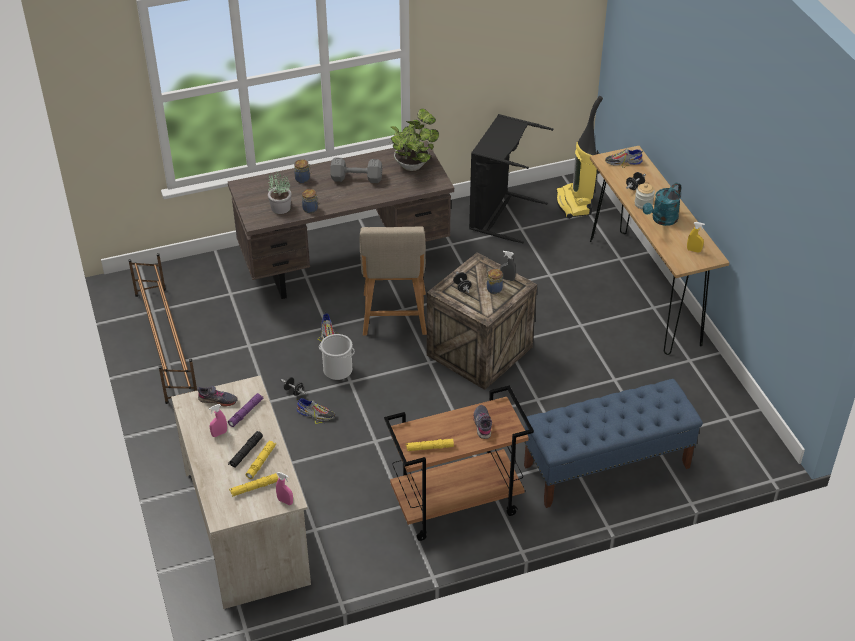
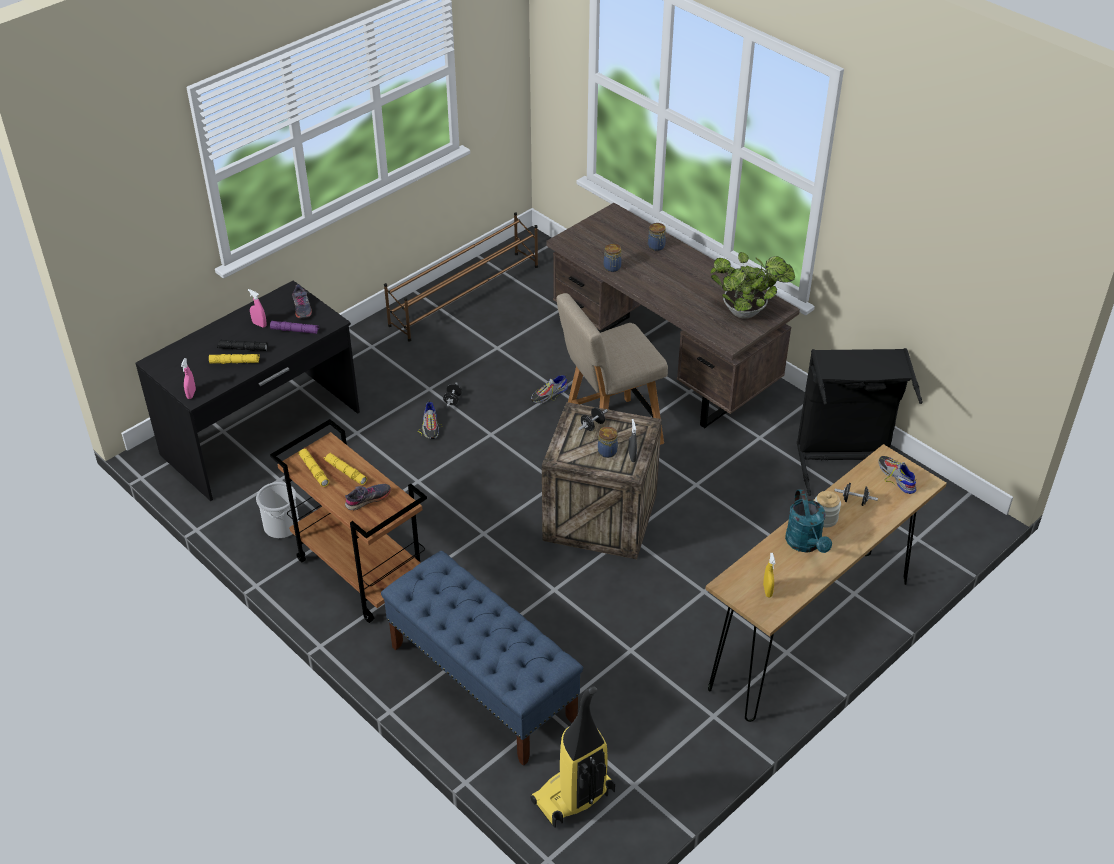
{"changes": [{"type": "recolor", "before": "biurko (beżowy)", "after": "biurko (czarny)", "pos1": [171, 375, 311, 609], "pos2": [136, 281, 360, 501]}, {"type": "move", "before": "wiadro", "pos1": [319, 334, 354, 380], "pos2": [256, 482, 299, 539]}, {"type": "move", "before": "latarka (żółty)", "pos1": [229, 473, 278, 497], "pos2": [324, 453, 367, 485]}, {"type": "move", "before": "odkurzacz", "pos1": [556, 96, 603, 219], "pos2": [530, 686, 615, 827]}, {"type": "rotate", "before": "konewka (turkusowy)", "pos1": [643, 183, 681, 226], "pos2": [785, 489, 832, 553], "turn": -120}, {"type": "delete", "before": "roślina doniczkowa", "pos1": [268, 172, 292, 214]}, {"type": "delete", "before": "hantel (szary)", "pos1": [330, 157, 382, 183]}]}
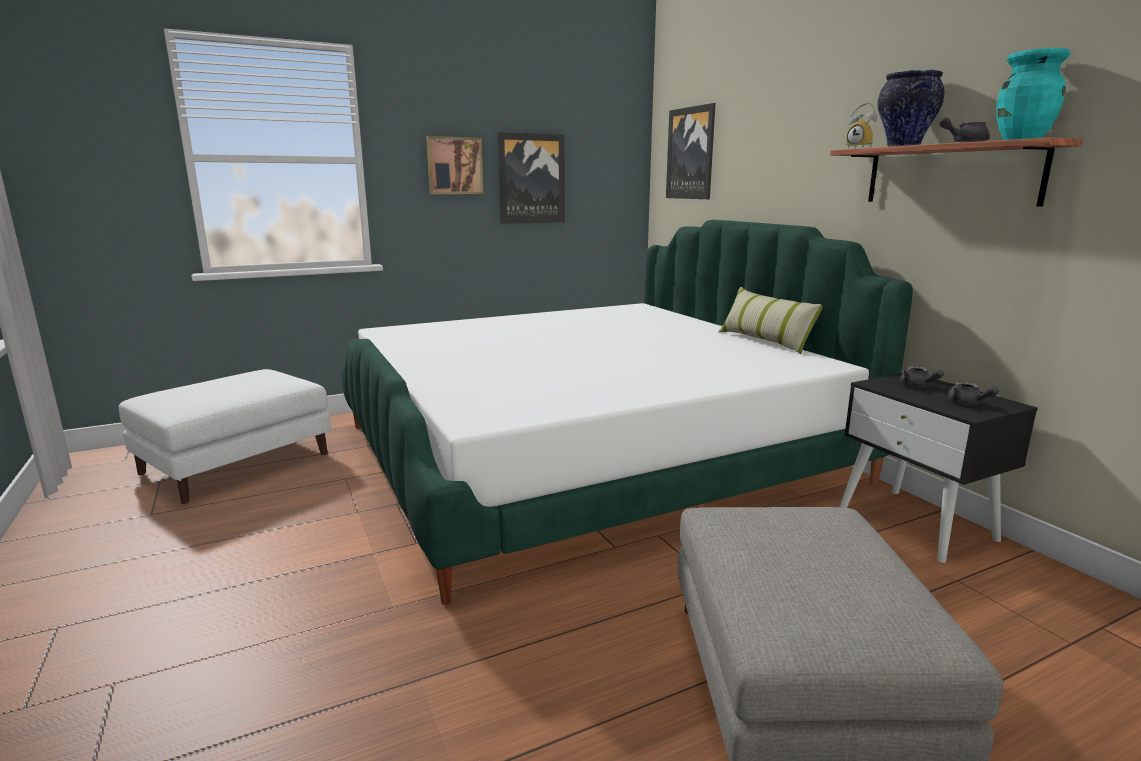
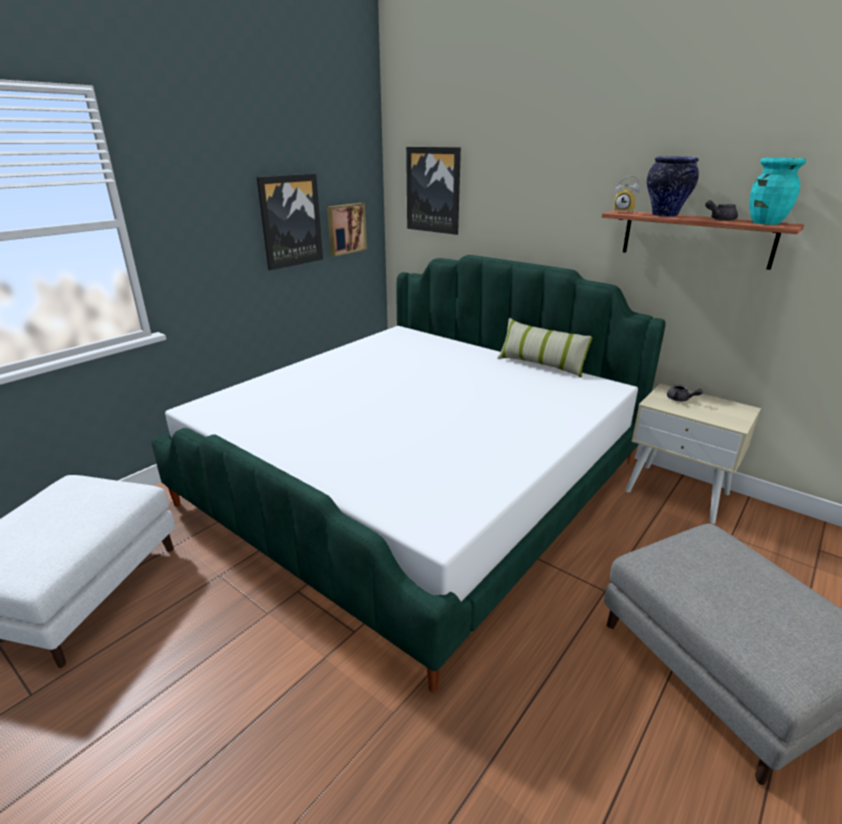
{"changes": [{"type": "move", "before": "obraz", "pos1": [426, 136, 483, 194], "pos2": [327, 203, 367, 256]}, {"type": "recolor", "before": "szafka nocna (czarny)", "after": "szafka nocna (beżowy)", "pos1": [840, 373, 1038, 563], "pos2": [625, 383, 761, 524]}, {"type": "delete", "before": "imbryk (szary)", "pos1": [947, 382, 999, 405]}]}
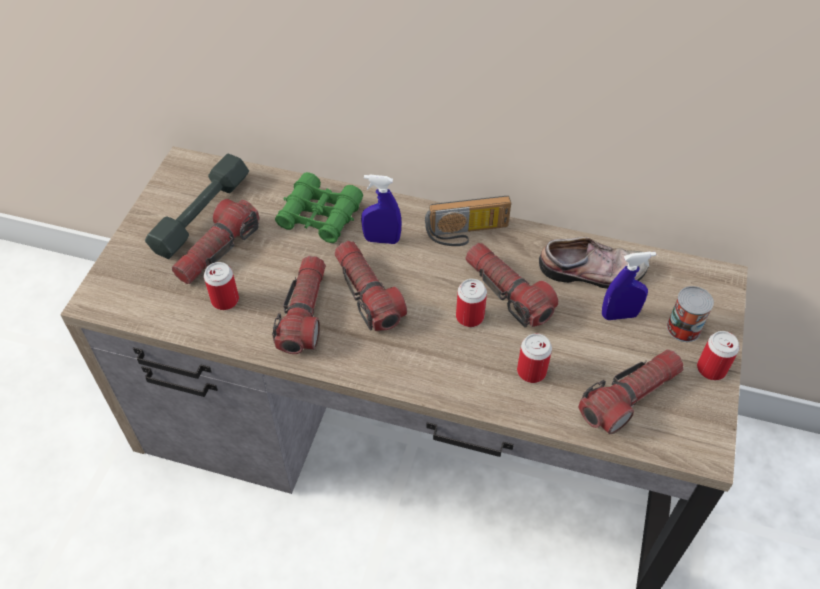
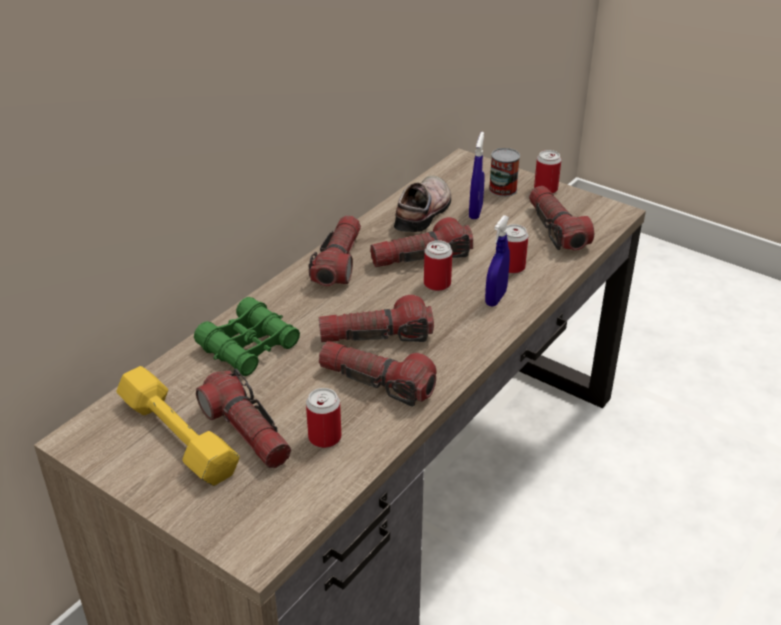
{"changes": [{"type": "recolor", "before": "hantel (szary)", "after": "hantel (żółty)", "pos1": [145, 153, 249, 259], "pos2": [116, 366, 240, 486]}, {"type": "replace", "before": "radio", "after": "latarka", "pos1": [425, 196, 511, 246], "pos2": [309, 215, 361, 286]}, {"type": "move", "before": "spryskiwacz (niebieski)", "pos1": [361, 174, 401, 244], "pos2": [485, 215, 510, 306]}]}
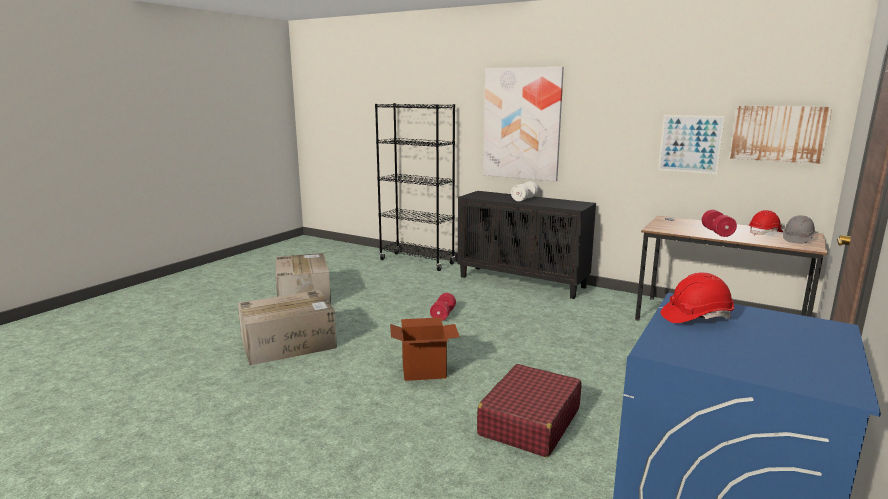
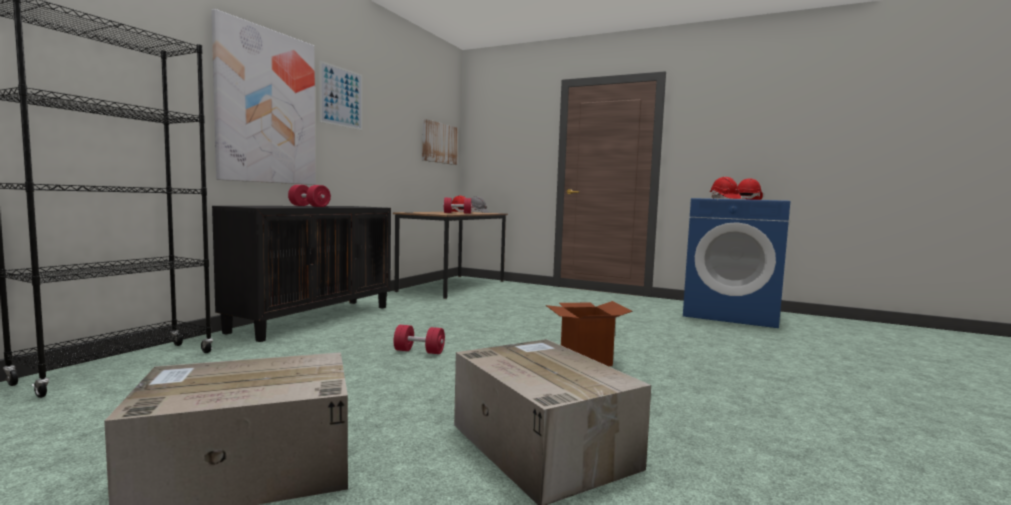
{"changes": [{"type": "recolor", "before": "hantel (biały)", "after": "hantel (czerwony)", "pos1": [511, 181, 538, 201], "pos2": [288, 185, 331, 207]}, {"type": "move", "before": "obraz", "pos1": [658, 115, 725, 174], "pos2": [319, 61, 362, 130]}, {"type": "insert", "after": "kask (czerwony)", "pos2": [738, 178, 763, 200]}, {"type": "delete", "before": "walizka (czerwony)", "pos1": [477, 364, 581, 457]}]}
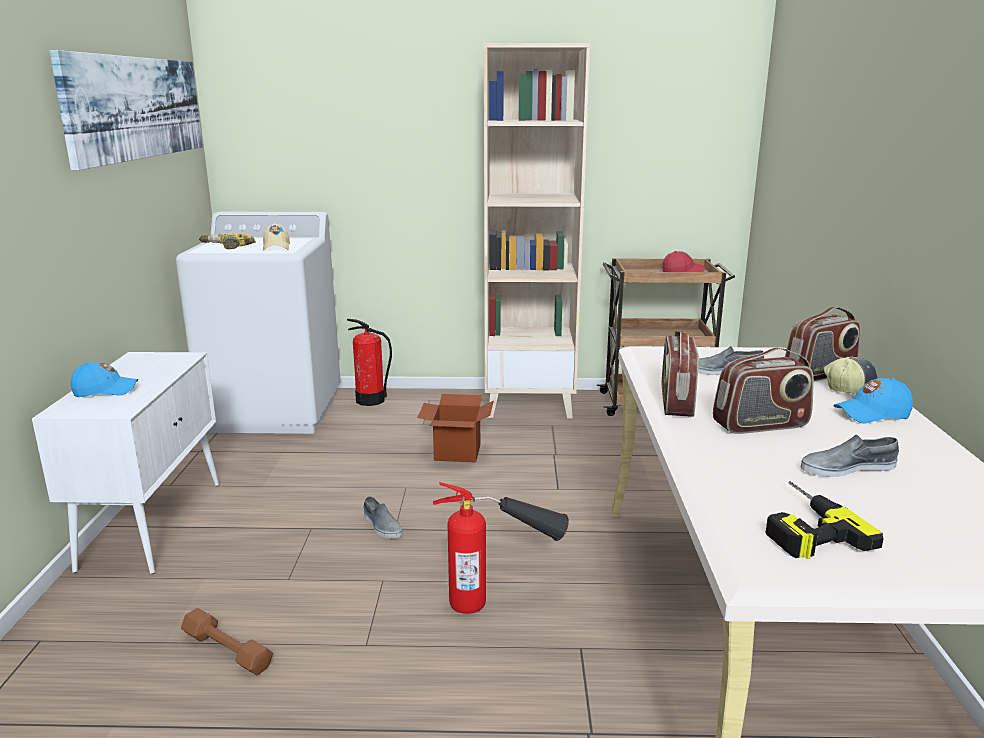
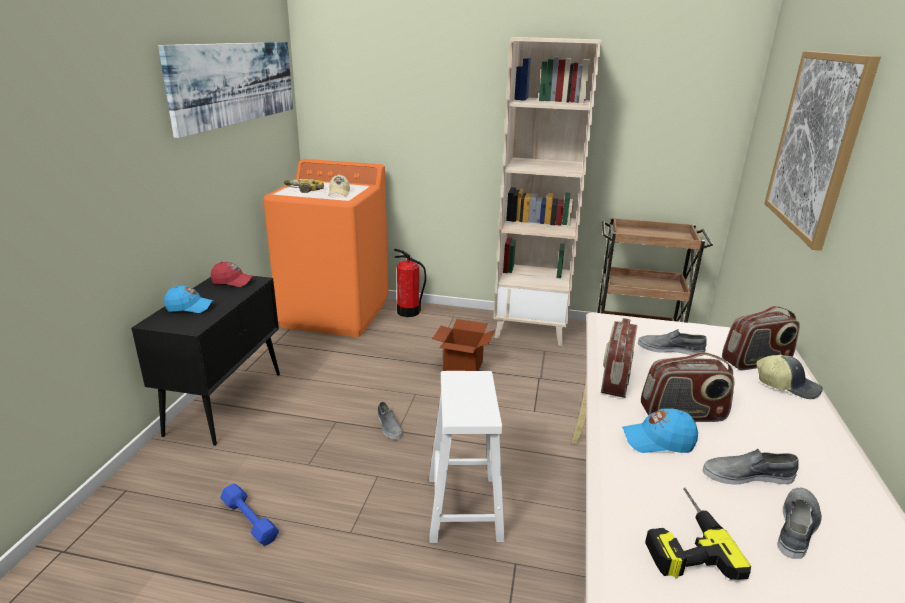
{"changes": [{"type": "recolor", "before": "szafka (biały)", "after": "szafka (czarny)", "pos1": [32, 352, 219, 574], "pos2": [131, 275, 280, 446]}, {"type": "move", "before": "czapka z daszkiem (czerwony)", "pos1": [662, 251, 705, 272], "pos2": [211, 262, 254, 287]}, {"type": "recolor", "before": "hantel (brązowy)", "after": "hantel (niebieski)", "pos1": [181, 608, 273, 675], "pos2": [220, 484, 279, 546]}, {"type": "recolor", "before": "pralka (biały)", "after": "pralka (pomarańczowy)", "pos1": [176, 212, 341, 434], "pos2": [263, 159, 389, 337]}, {"type": "replace", "before": "gaśnica", "after": "stołek (biały)", "pos1": [433, 482, 569, 614], "pos2": [429, 371, 505, 543]}, {"type": "move", "before": "czapka z daszkiem (niebieski)", "pos1": [833, 378, 913, 423], "pos2": [622, 408, 698, 453]}, {"type": "insert", "after": "obraz", "pos2": [764, 51, 881, 251]}, {"type": "insert", "after": "but (szary)", "pos2": [777, 488, 822, 559]}]}
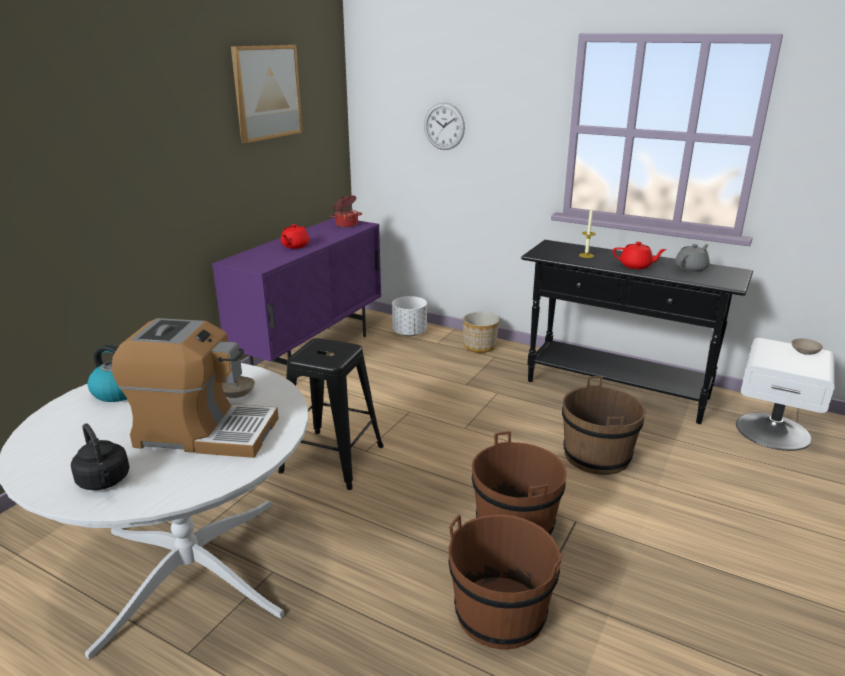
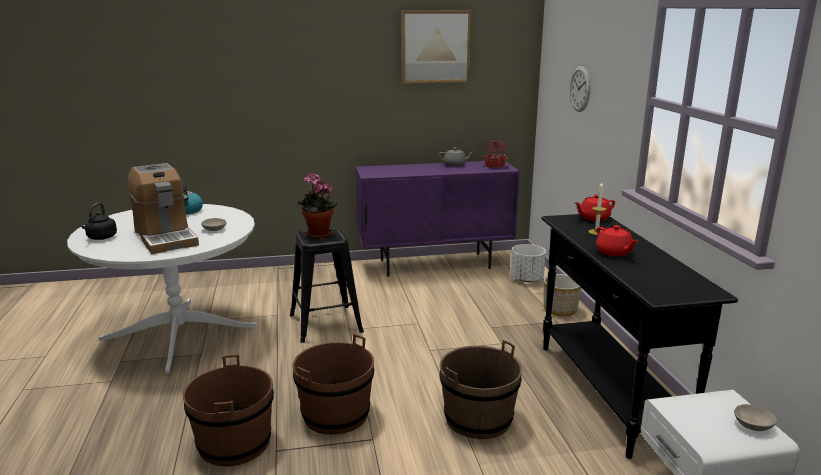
{"changes": [{"type": "insert", "after": "roślina doniczkowa", "pos2": [297, 173, 337, 238]}, {"type": "move", "before": "imbryk (szary)", "pos1": [675, 244, 710, 272], "pos2": [438, 147, 474, 166]}, {"type": "move", "before": "imbryk (czerwony)", "pos1": [281, 224, 309, 249], "pos2": [575, 195, 615, 221]}]}
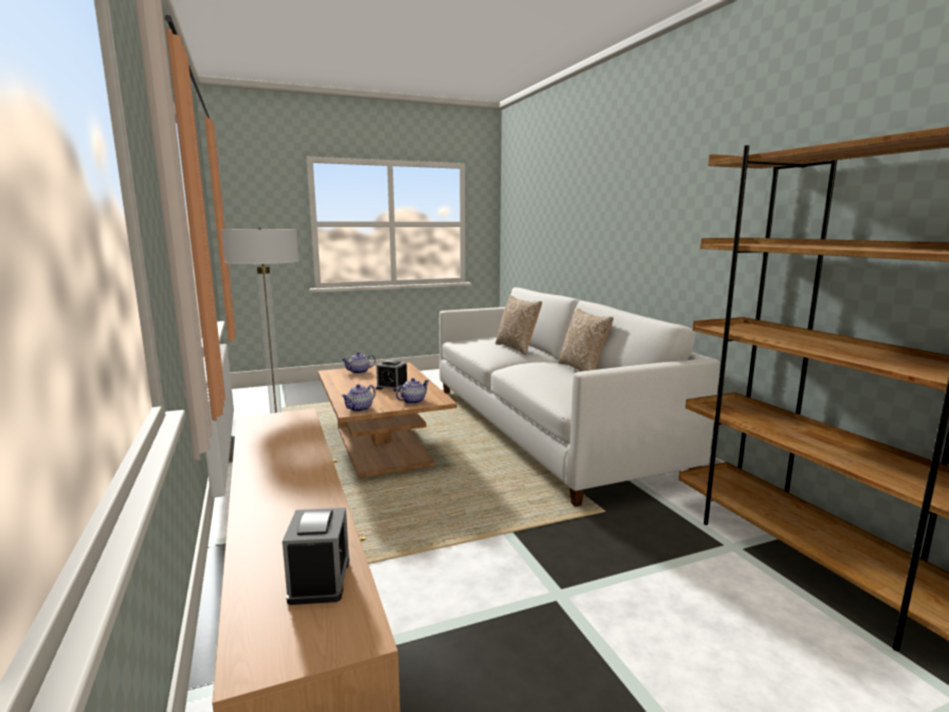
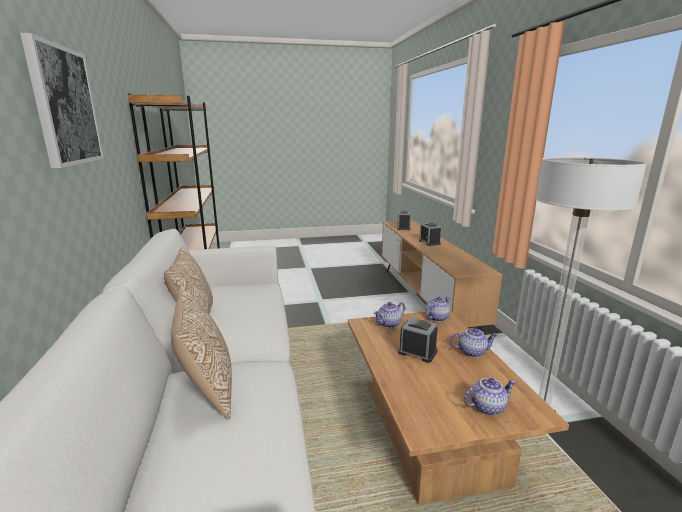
{"changes": [{"type": "insert", "after": "obraz", "pos2": [20, 33, 104, 168]}, {"type": "insert", "after": "budzik", "pos2": [419, 223, 442, 246]}, {"type": "insert", "after": "imbryk", "pos2": [450, 328, 498, 357]}]}
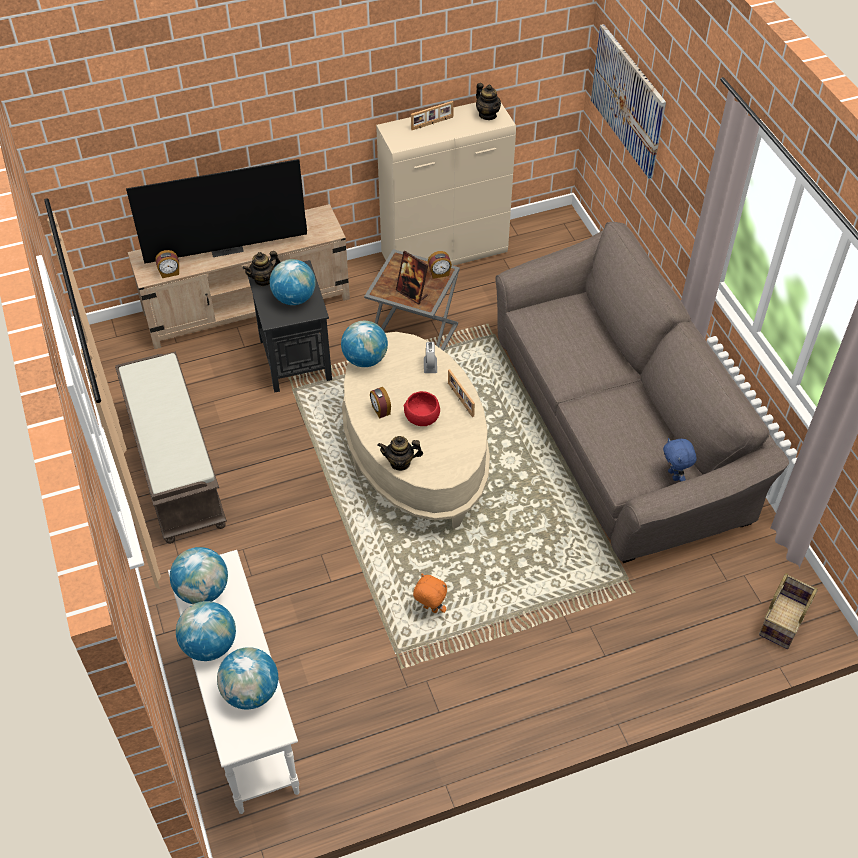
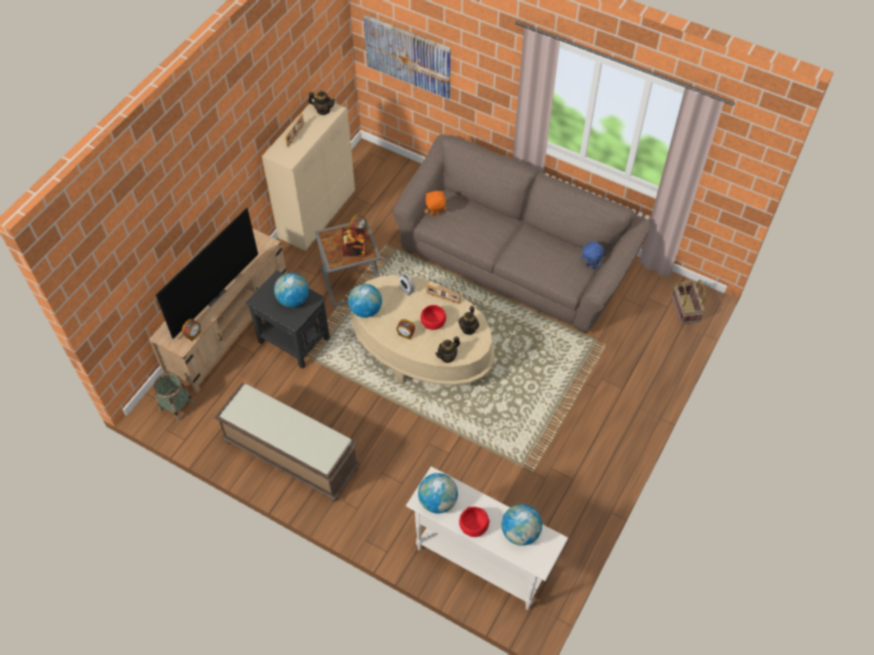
{"changes": [{"type": "insert", "after": "koszyk", "pos2": [153, 373, 194, 421]}, {"type": "move", "before": "pluszak (pomarańczowy)", "pos1": [413, 573, 447, 613], "pos2": [425, 191, 447, 216]}, {"type": "move", "before": "imbryk", "pos1": [243, 251, 280, 287], "pos2": [458, 306, 479, 335]}, {"type": "replace", "before": "globus", "after": "miska (czerwony)", "pos1": [176, 601, 236, 661], "pos2": [459, 507, 490, 537]}]}
